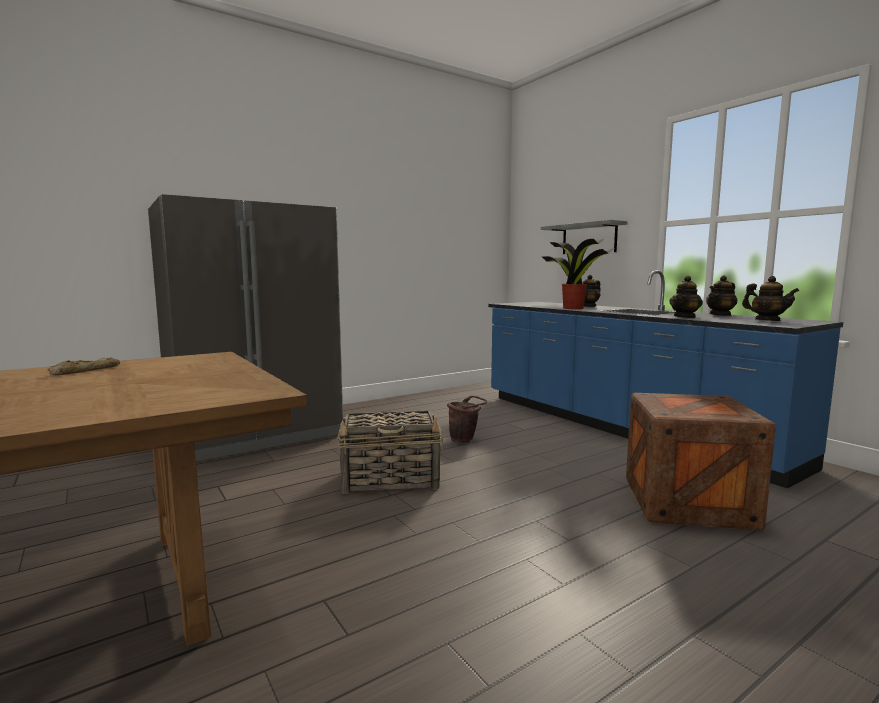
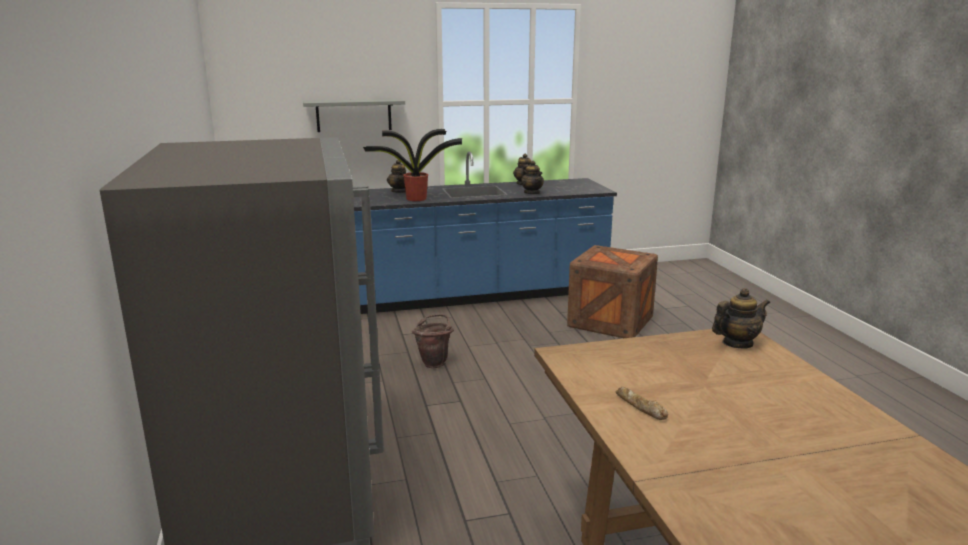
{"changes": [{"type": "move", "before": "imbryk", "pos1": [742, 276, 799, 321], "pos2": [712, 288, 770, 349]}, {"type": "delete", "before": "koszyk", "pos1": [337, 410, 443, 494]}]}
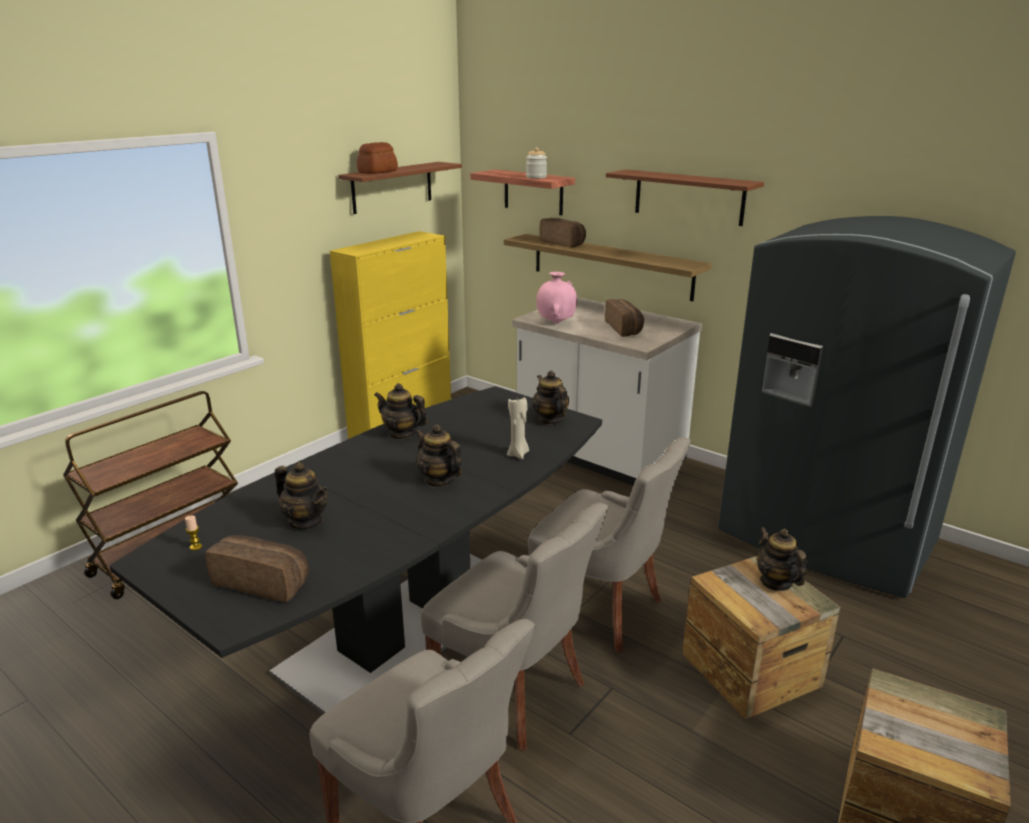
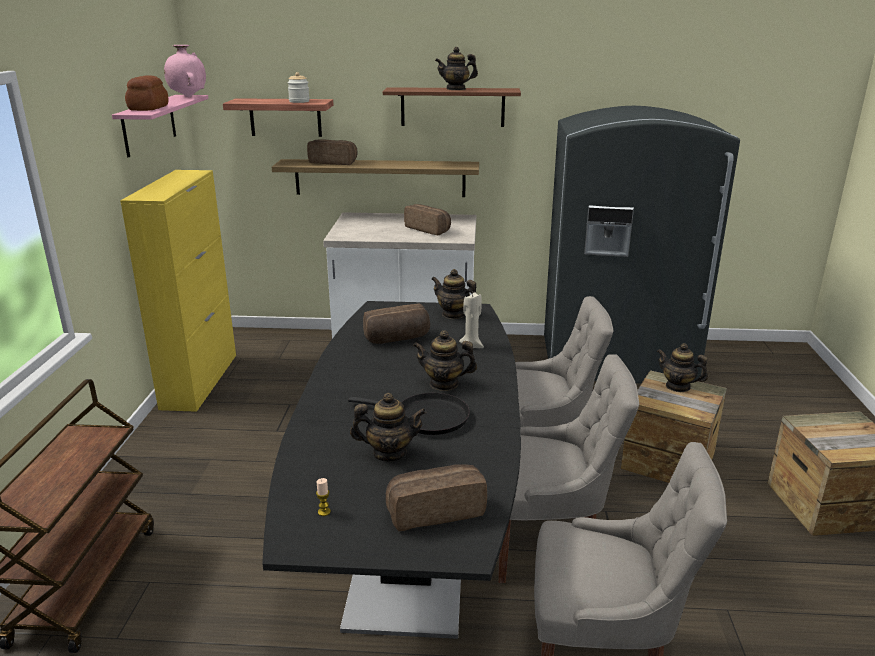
{"changes": [{"type": "recolor", "before": "półka (brązowy)", "after": "półka (różowy)", "pos1": [338, 162, 462, 214], "pos2": [112, 95, 208, 157]}, {"type": "move", "before": "wazon (różowy)", "pos1": [536, 272, 577, 323], "pos2": [164, 45, 206, 97]}, {"type": "insert", "after": "patelnia (czarny)", "pos2": [348, 393, 470, 435]}, {"type": "insert", "after": "chleb", "pos2": [363, 303, 430, 344]}, {"type": "move", "before": "imbryk", "pos1": [374, 383, 428, 440], "pos2": [435, 47, 478, 90]}]}
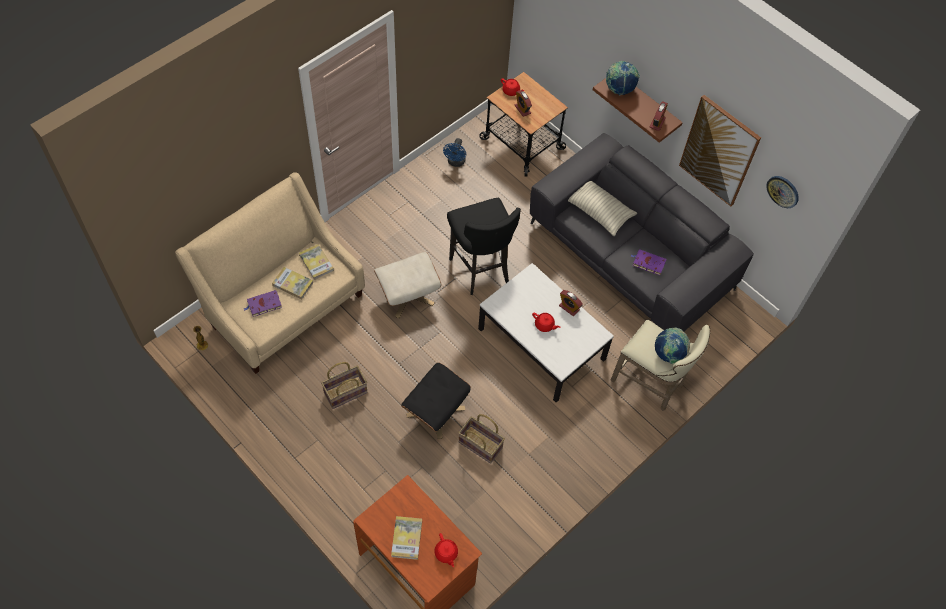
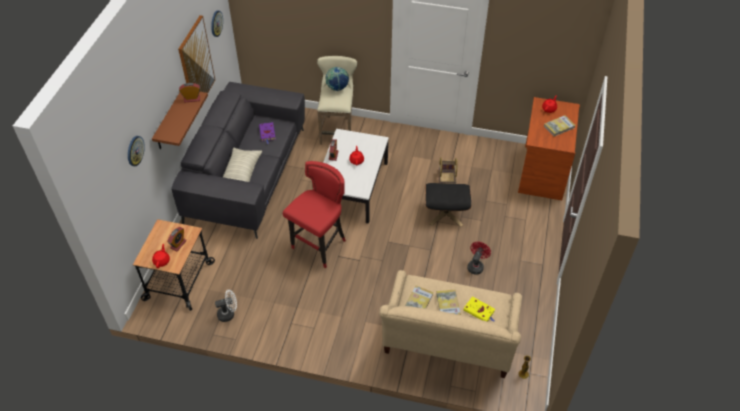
{"changes": [{"type": "insert", "after": "zegar ścienny", "pos2": [128, 136, 145, 166]}, {"type": "recolor", "before": "wentylator (niebieski)", "after": "wentylator (biały)", "pos1": [443, 138, 466, 167], "pos2": [215, 290, 237, 322]}, {"type": "recolor", "before": "stołek (czarny)", "after": "stołek (czerwony)", "pos1": [447, 197, 521, 295], "pos2": [283, 161, 346, 268]}, {"type": "recolor", "before": "książka (fioletowy)", "after": "książka (żółty)", "pos1": [244, 290, 282, 317], "pos2": [463, 297, 495, 322]}, {"type": "replace", "before": "koszyk", "after": "wentylator (czerwony)", "pos1": [321, 362, 367, 409], "pos2": [467, 242, 491, 275]}, {"type": "delete", "before": "pufa (beżowy)", "pos1": [374, 252, 441, 318]}, {"type": "delete", "before": "globus", "pos1": [606, 61, 640, 95]}]}
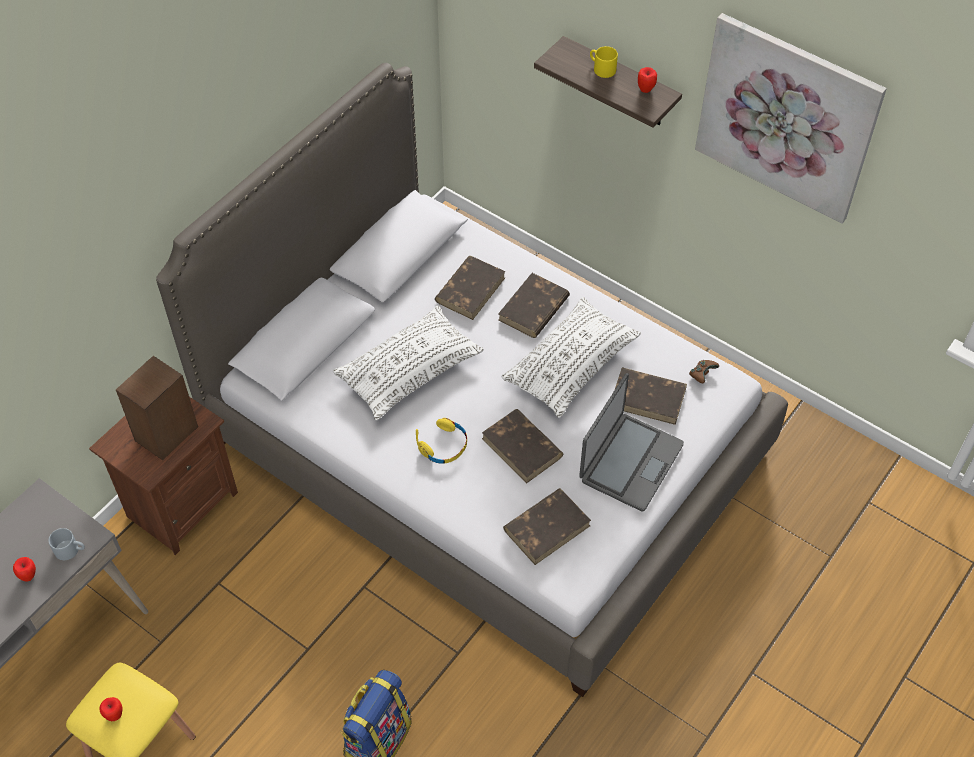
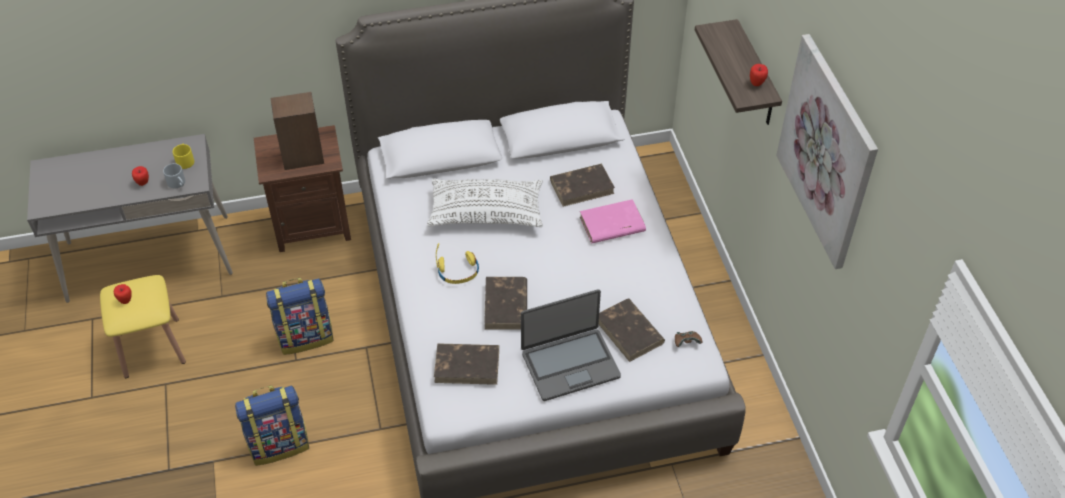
{"changes": [{"type": "move", "before": "kubek (żółty)", "pos1": [590, 46, 618, 78], "pos2": [173, 144, 194, 169]}, {"type": "insert", "after": "plecak", "pos2": [266, 278, 334, 355]}, {"type": "recolor", "before": "książka (brązowy)", "after": "książka (różowy)", "pos1": [498, 273, 570, 338], "pos2": [580, 199, 646, 243]}, {"type": "delete", "before": "poduszka (biały)", "pos1": [501, 297, 641, 418]}]}
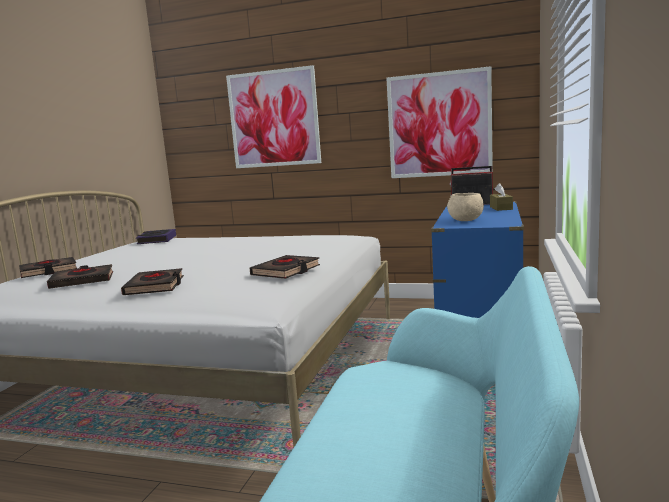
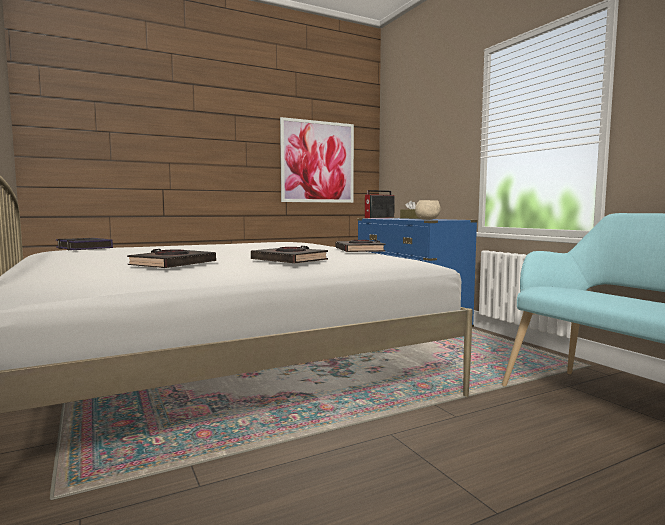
{"changes": [{"type": "delete", "before": "książka (czarny)", "pos1": [19, 257, 77, 278]}, {"type": "delete", "before": "obraz", "pos1": [226, 65, 321, 168]}]}
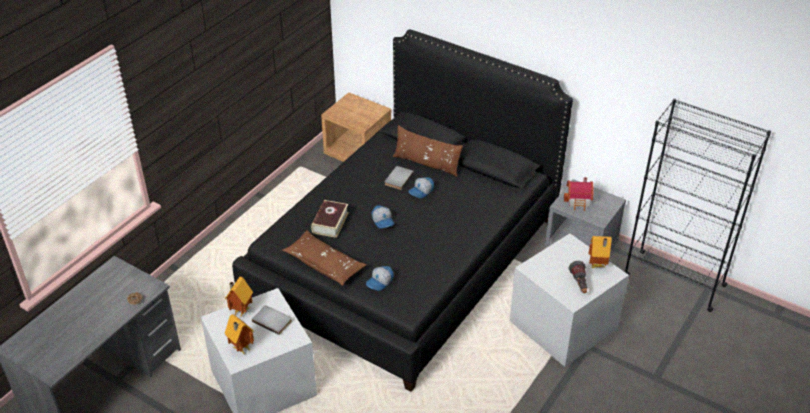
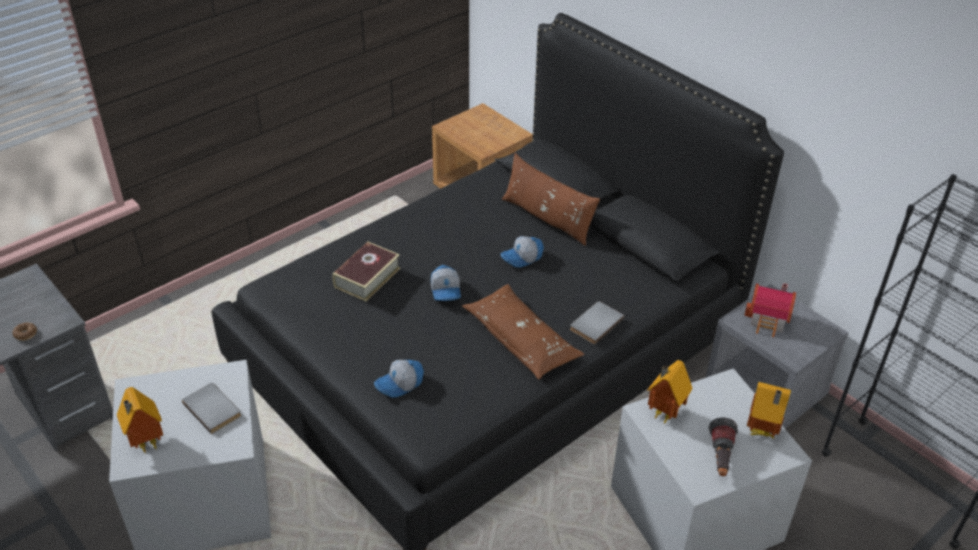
{"changes": [{"type": "move", "before": "poduszka (brązowy)", "pos1": [282, 230, 367, 286], "pos2": [462, 284, 584, 380]}, {"type": "move", "before": "książka (szary)", "pos1": [385, 166, 414, 190], "pos2": [570, 301, 624, 345]}, {"type": "move", "before": "domek", "pos1": [225, 277, 253, 317], "pos2": [647, 360, 693, 423]}]}
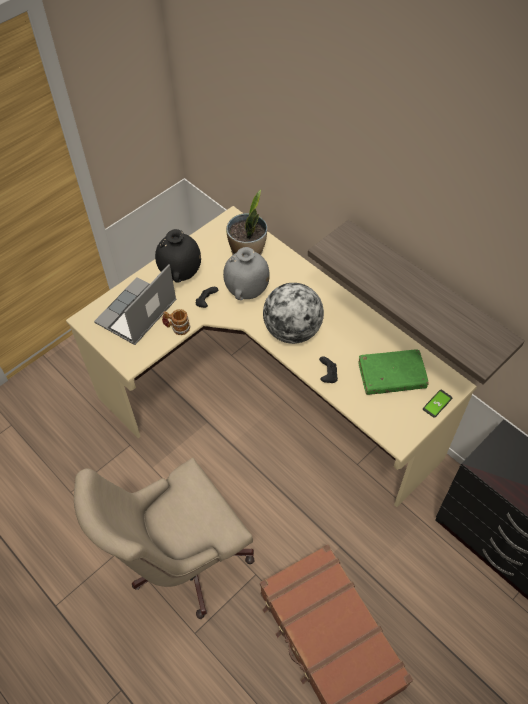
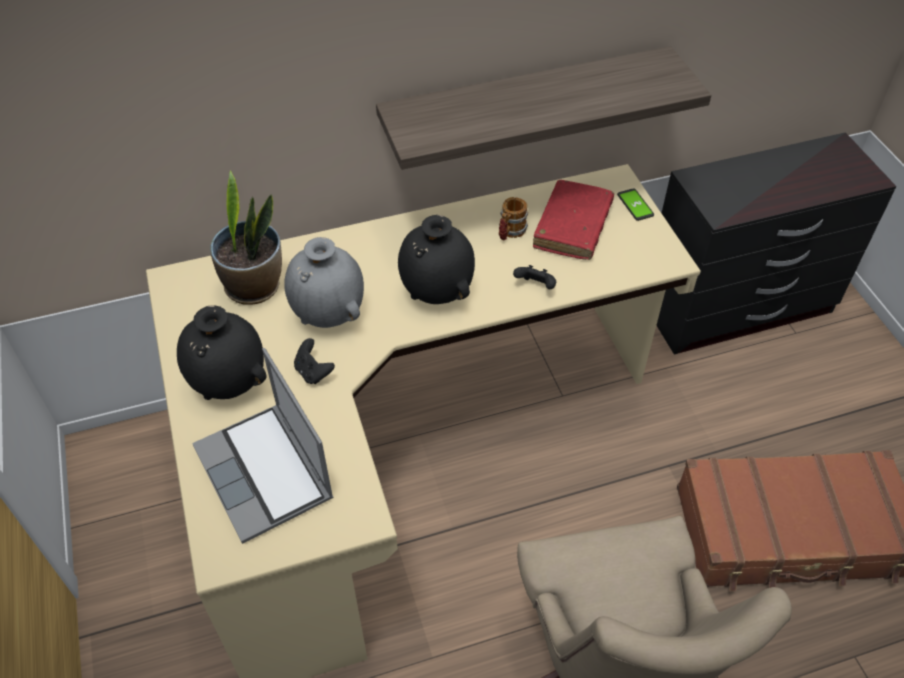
{"changes": [{"type": "replace", "before": "globus", "after": "wazon (czarny)", "pos1": [263, 283, 324, 344], "pos2": [398, 215, 475, 304]}, {"type": "move", "before": "kubek", "pos1": [162, 309, 191, 335], "pos2": [499, 197, 528, 241]}, {"type": "recolor", "before": "książka (zielony)", "after": "książka (czerwony)", "pos1": [358, 349, 429, 395], "pos2": [533, 180, 614, 260]}]}
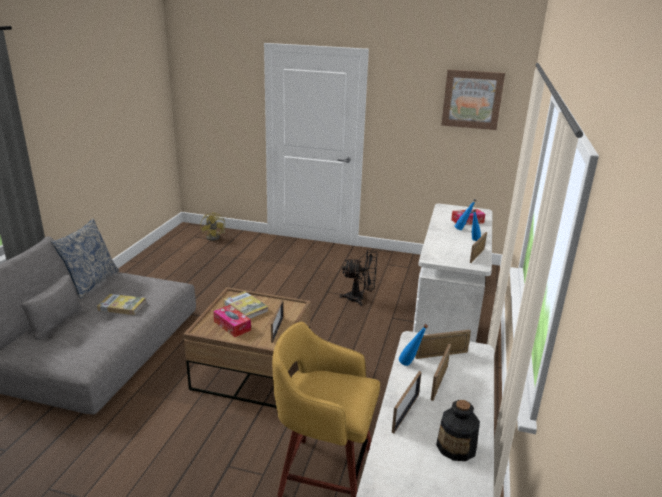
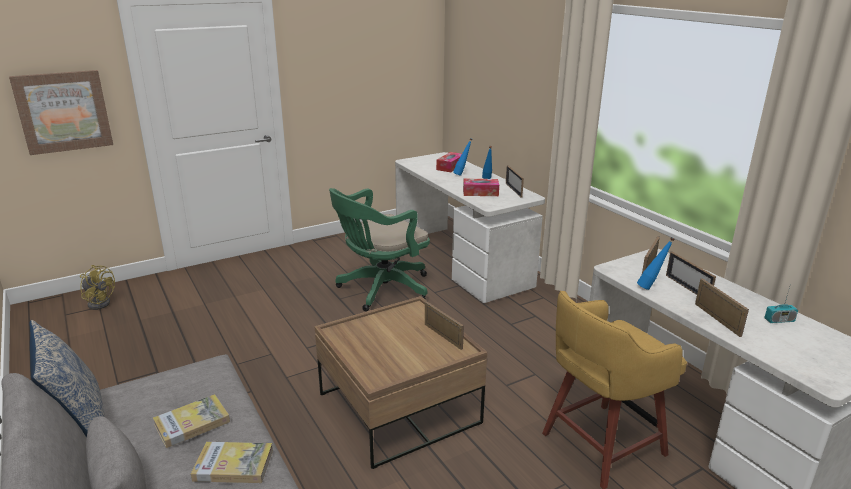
{"changes": [{"type": "move", "before": "obraz", "pos1": [441, 69, 505, 130], "pos2": [9, 70, 113, 155]}, {"type": "move", "before": "książka", "pos1": [223, 291, 268, 319], "pos2": [191, 442, 273, 483]}, {"type": "replace", "before": "wentylator (czarny)", "after": "krzesło biurowe (zielony)", "pos1": [339, 250, 377, 306], "pos2": [329, 188, 430, 311]}, {"type": "move", "before": "pudełko chusteczek", "pos1": [213, 305, 251, 337], "pos2": [463, 179, 499, 196]}, {"type": "replace", "before": "butelka", "after": "radio", "pos1": [436, 400, 480, 461], "pos2": [764, 287, 798, 323]}]}
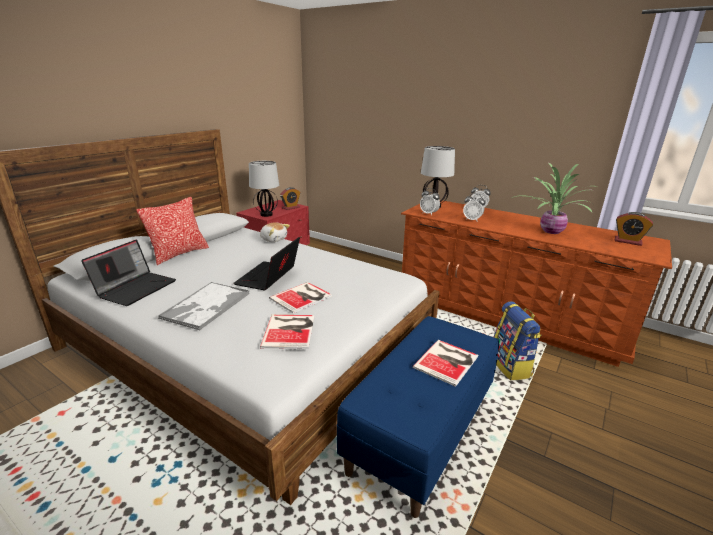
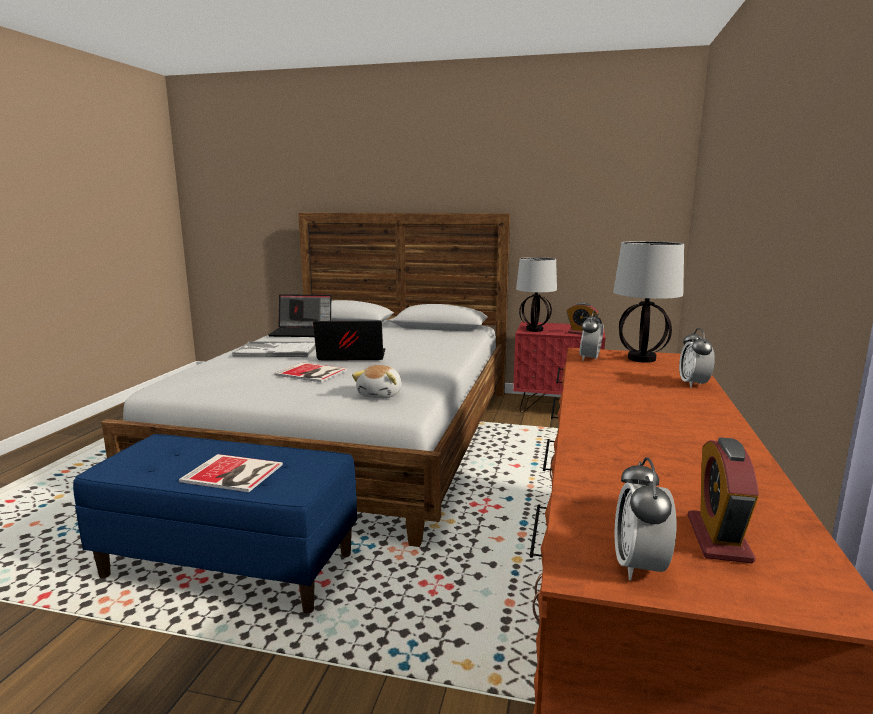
{"changes": [{"type": "move", "before": "pluszak", "pos1": [260, 222, 290, 242], "pos2": [352, 365, 402, 398]}, {"type": "move", "before": "budzik", "pos1": [463, 193, 485, 222], "pos2": [615, 457, 676, 580]}, {"type": "delete", "before": "poduszka", "pos1": [136, 197, 209, 265]}, {"type": "delete", "before": "książka", "pos1": [260, 315, 315, 349]}, {"type": "delete", "before": "plecak", "pos1": [493, 301, 541, 380]}, {"type": "delete", "before": "roślina doniczkowa", "pos1": [512, 162, 597, 234]}]}
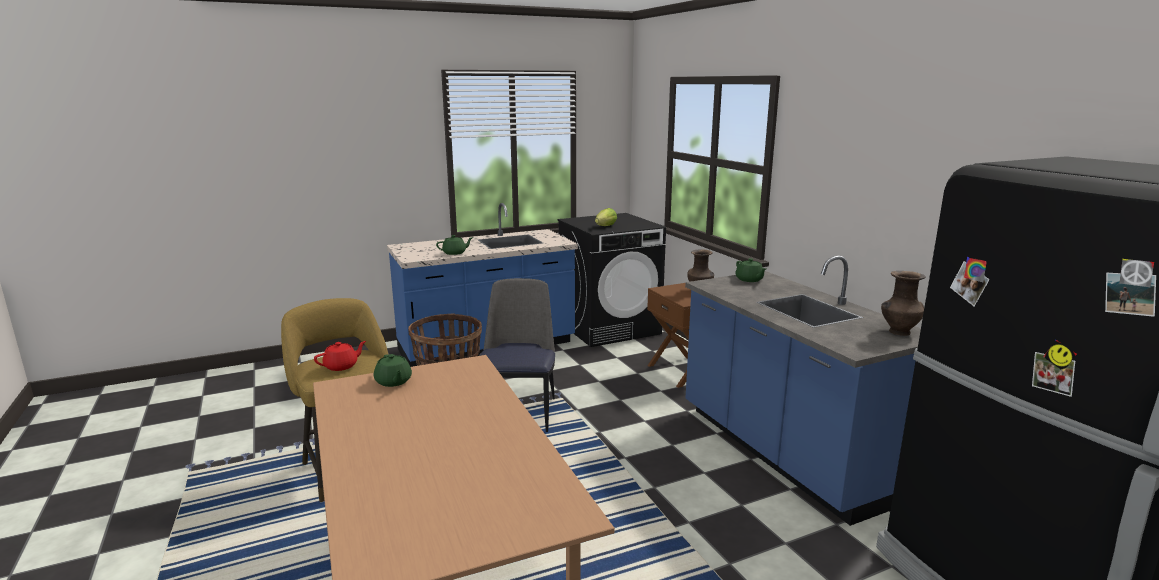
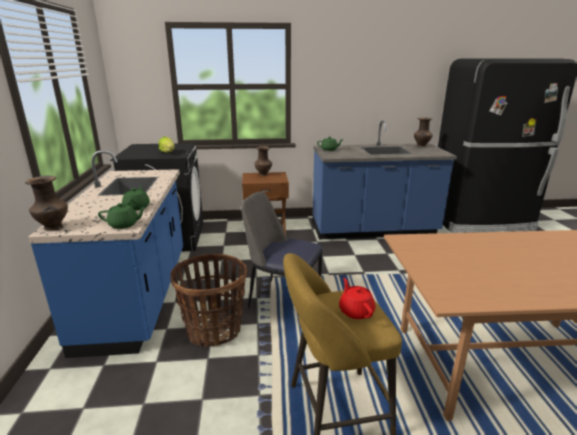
{"changes": [{"type": "insert", "after": "wazon (brązowy)", "pos2": [25, 176, 68, 230]}, {"type": "move", "before": "imbryk (zielony)", "pos1": [374, 354, 412, 387], "pos2": [98, 203, 146, 229]}]}
